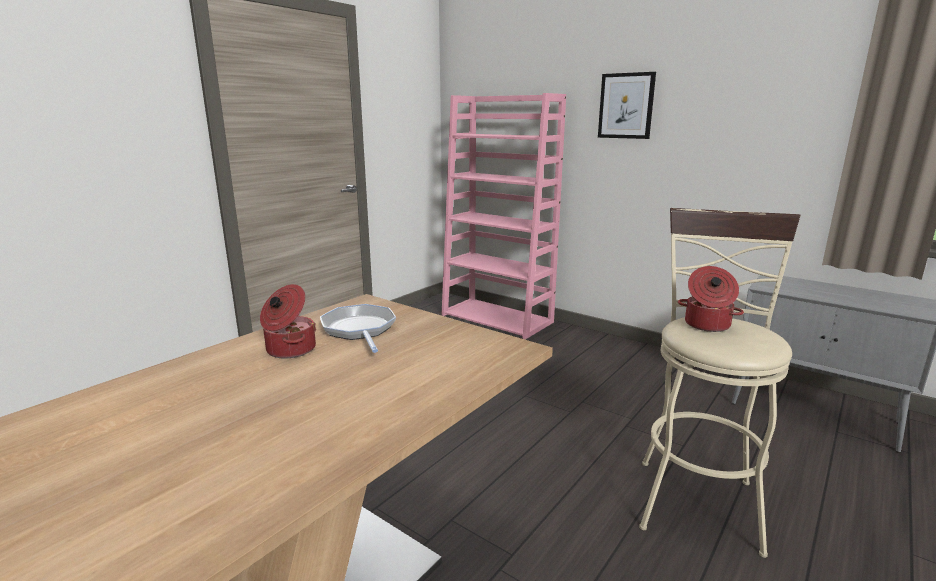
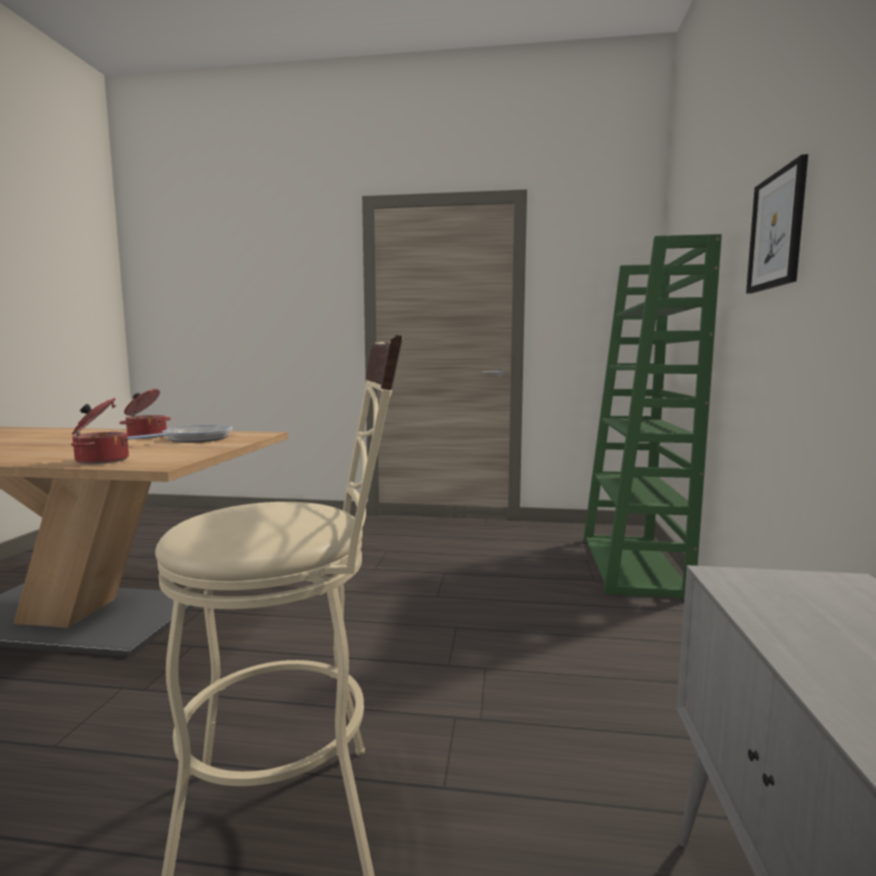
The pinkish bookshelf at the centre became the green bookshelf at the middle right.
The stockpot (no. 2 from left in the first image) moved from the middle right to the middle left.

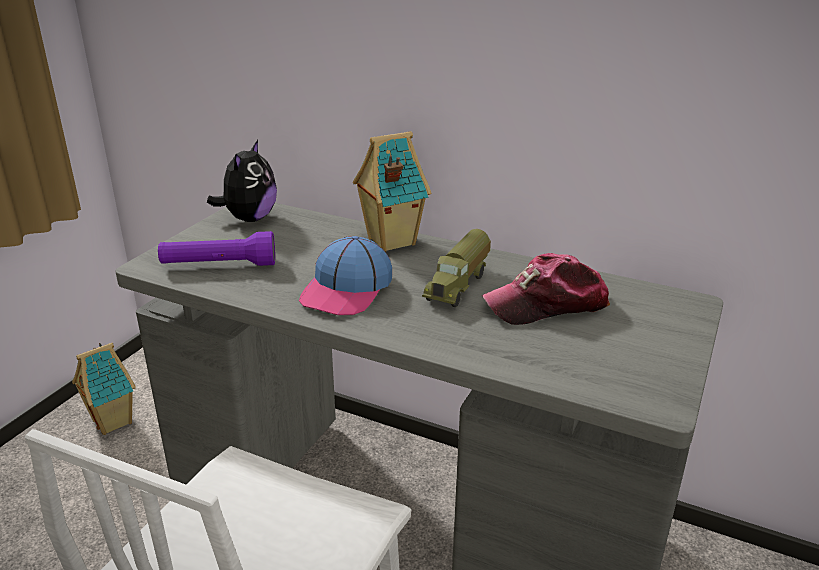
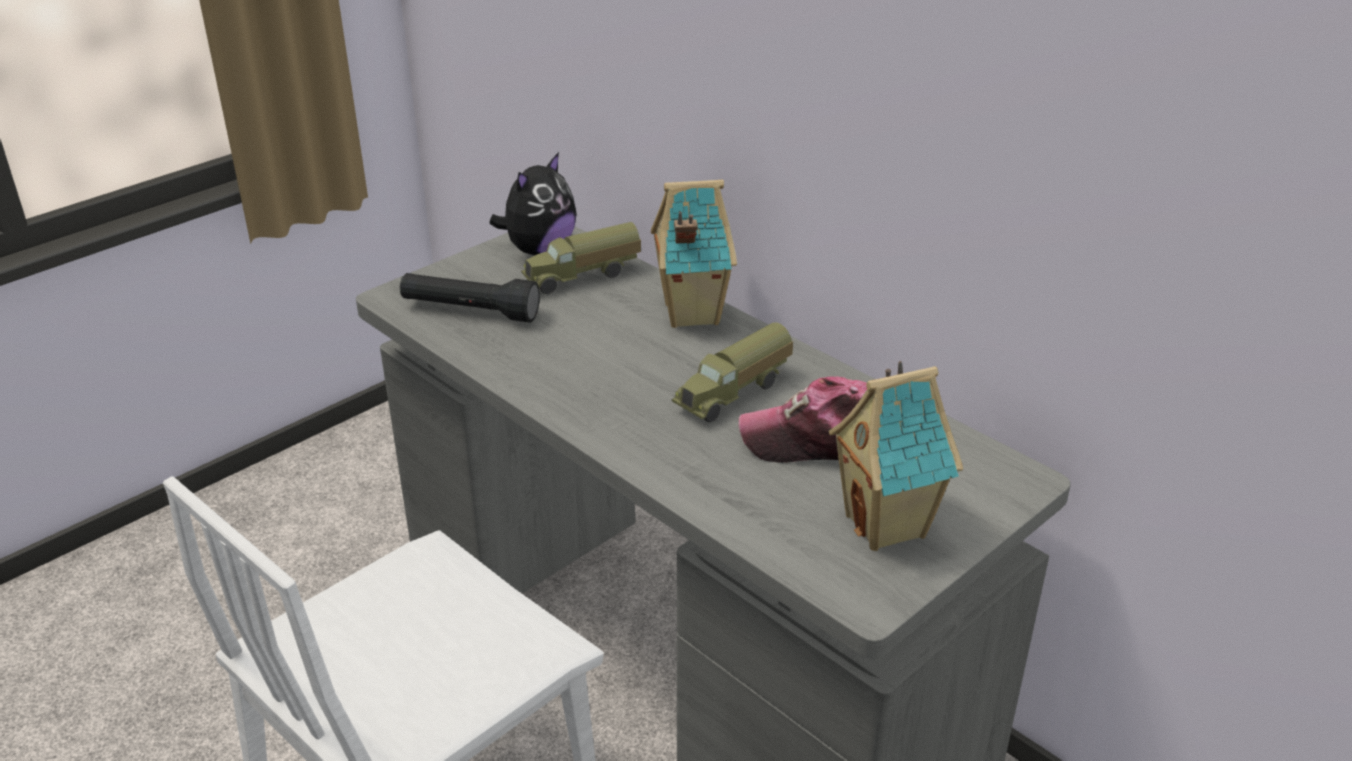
The purplish hand torch at the middle left became the black-coloured hand torch at the centre.
The peaked cap (no. 1 from left) at the centre disappeared.
The miniature house (no. 1 from left in the first image) moved from the bottom left to the centre.
The toy truck (no. 1 from left) at the centre appeared.

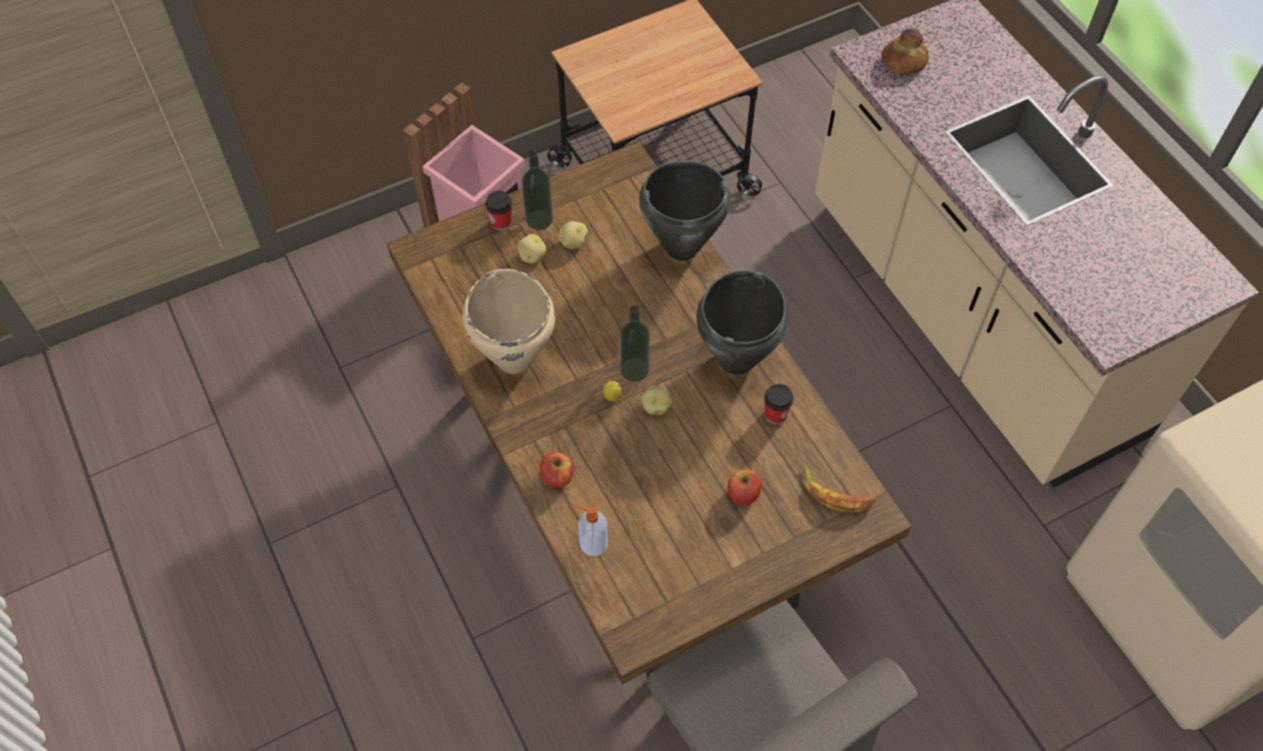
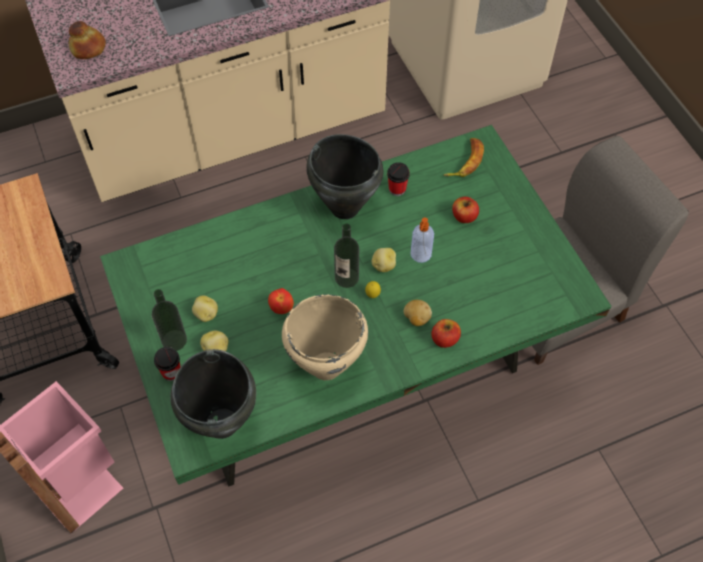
The brown kitchen table at the centre became the green kitchen table at the centre.
The black-coloured stockpot (no. 1 from left) moved from the top centre to the bottom left.
The liquid soap bottle moved from the bottom centre to the centre.
The whole apple (no. 1 from left) at the centre appeared.
The spud (no. 4 from left) at the centre appeared.

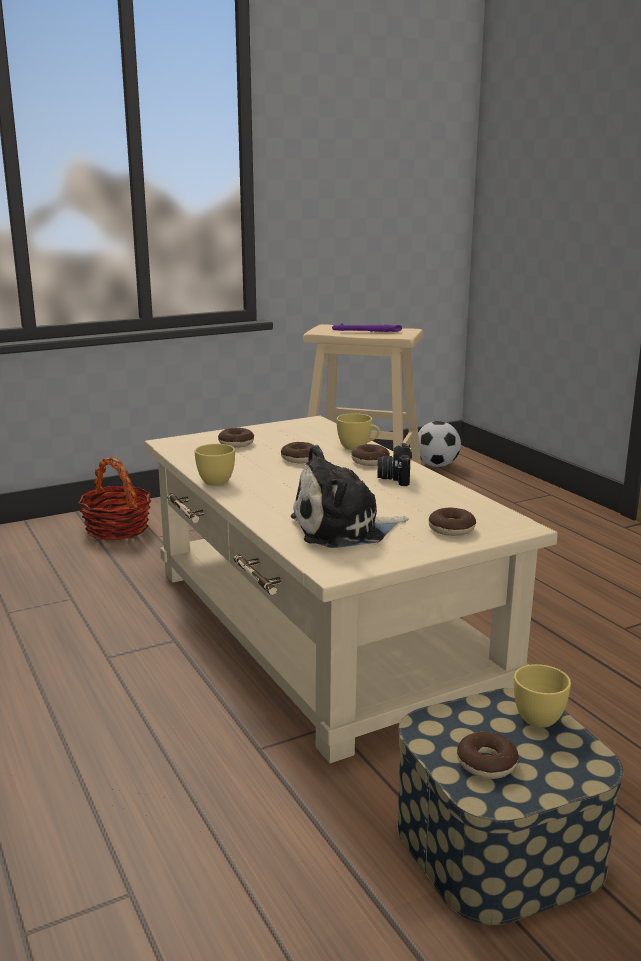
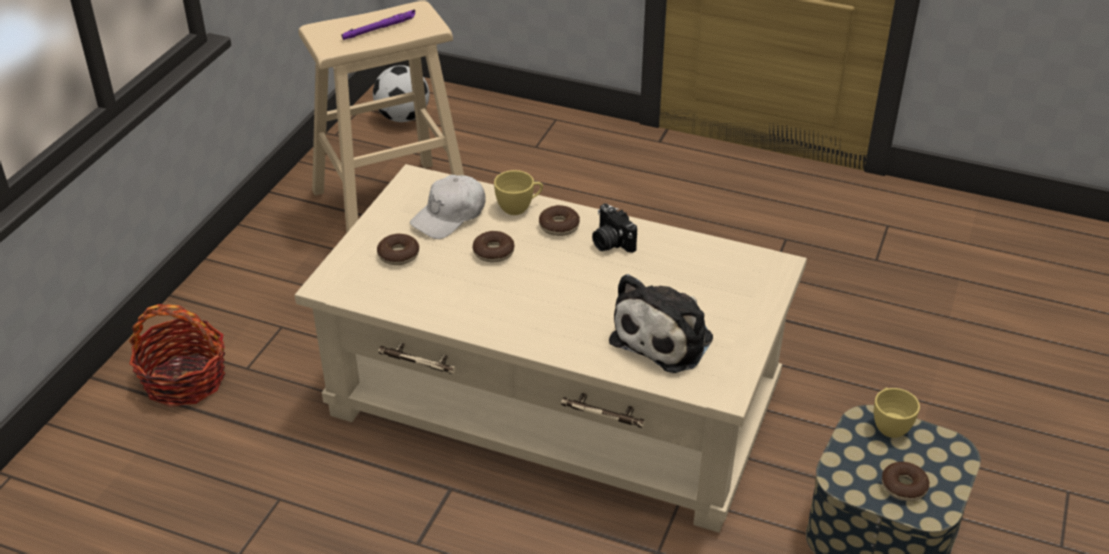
The yellow-coloured cup (no. 1 from left) at the centre disappeared.
The ring doughnut (no. 4 from left) at the middle right disappeared.
The white-coloured peaked cap at the centre appeared.

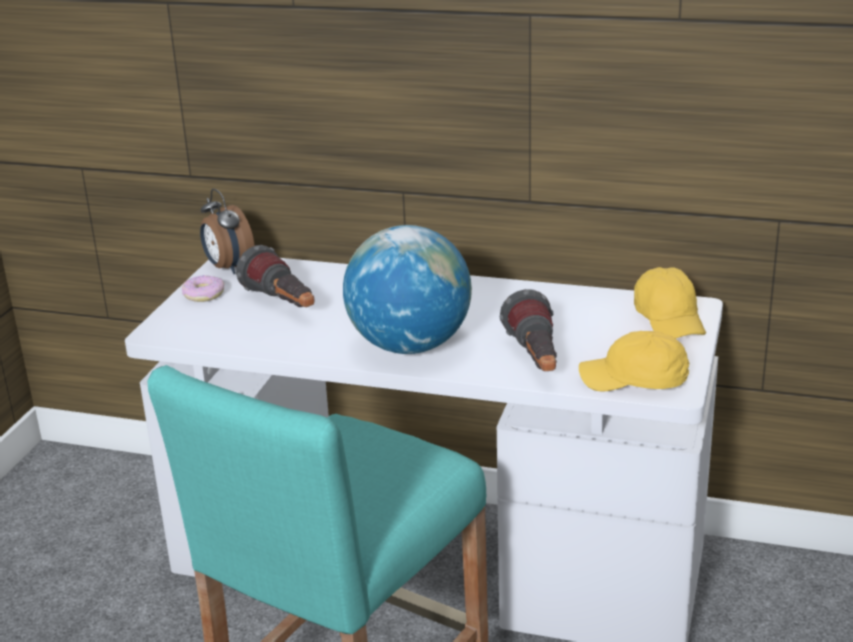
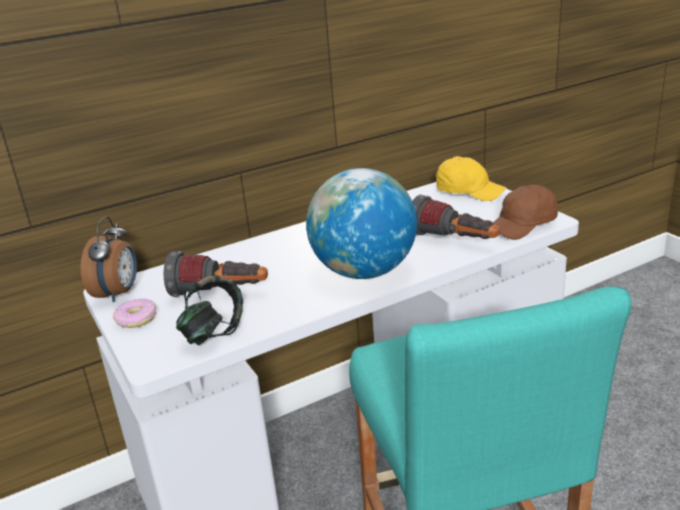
The table clock at the middle left turned 90 degrees counterclockwise.
The yellow-coloured peaked cap (no. 1 from left) at the middle right became the brown peaked cap at the middle right.
The headset at the middle left appeared.

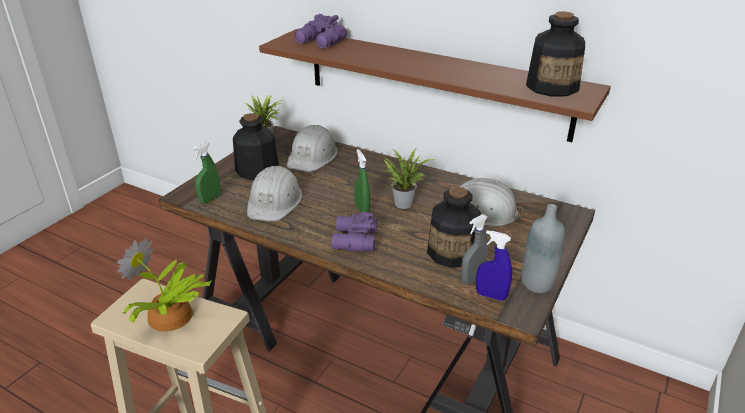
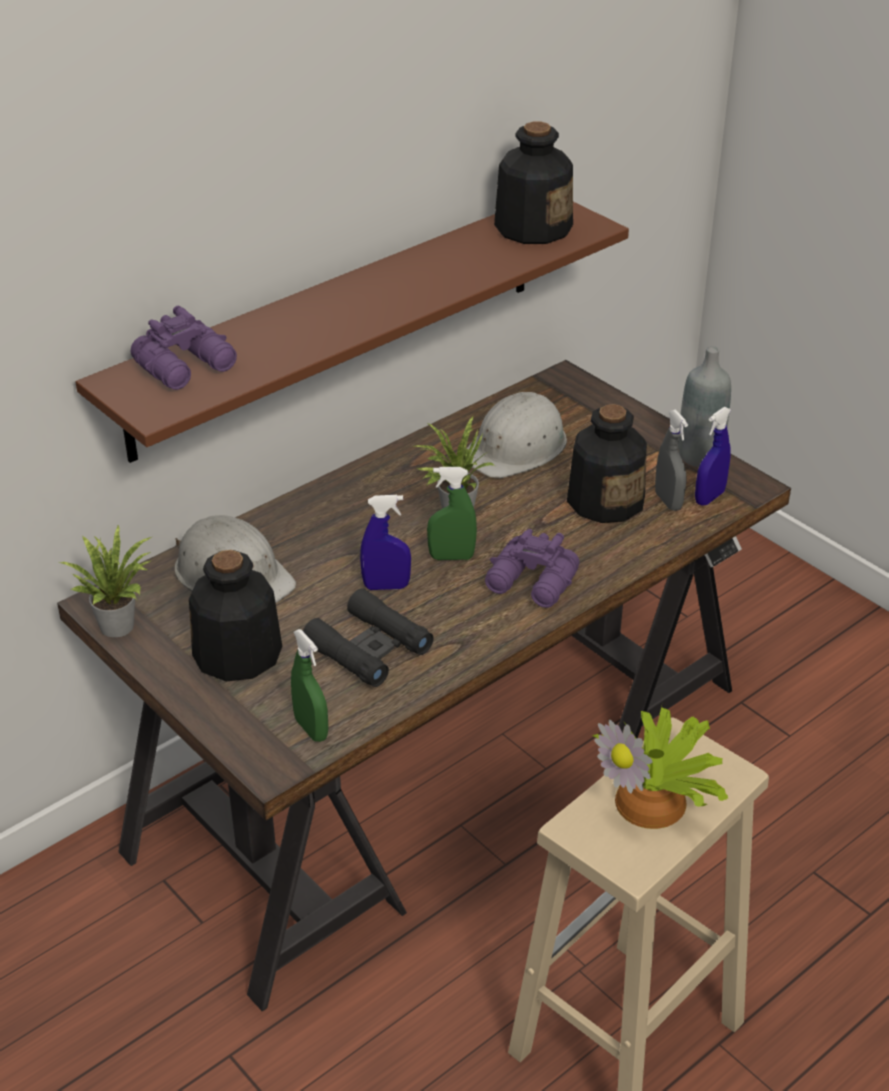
The white-coloured work helmet (no. 1 from left) at the centre was replaced by the black-coloured field glasses at the centre.
The bluish sprayer (no. 1 from left) at the centre appeared.

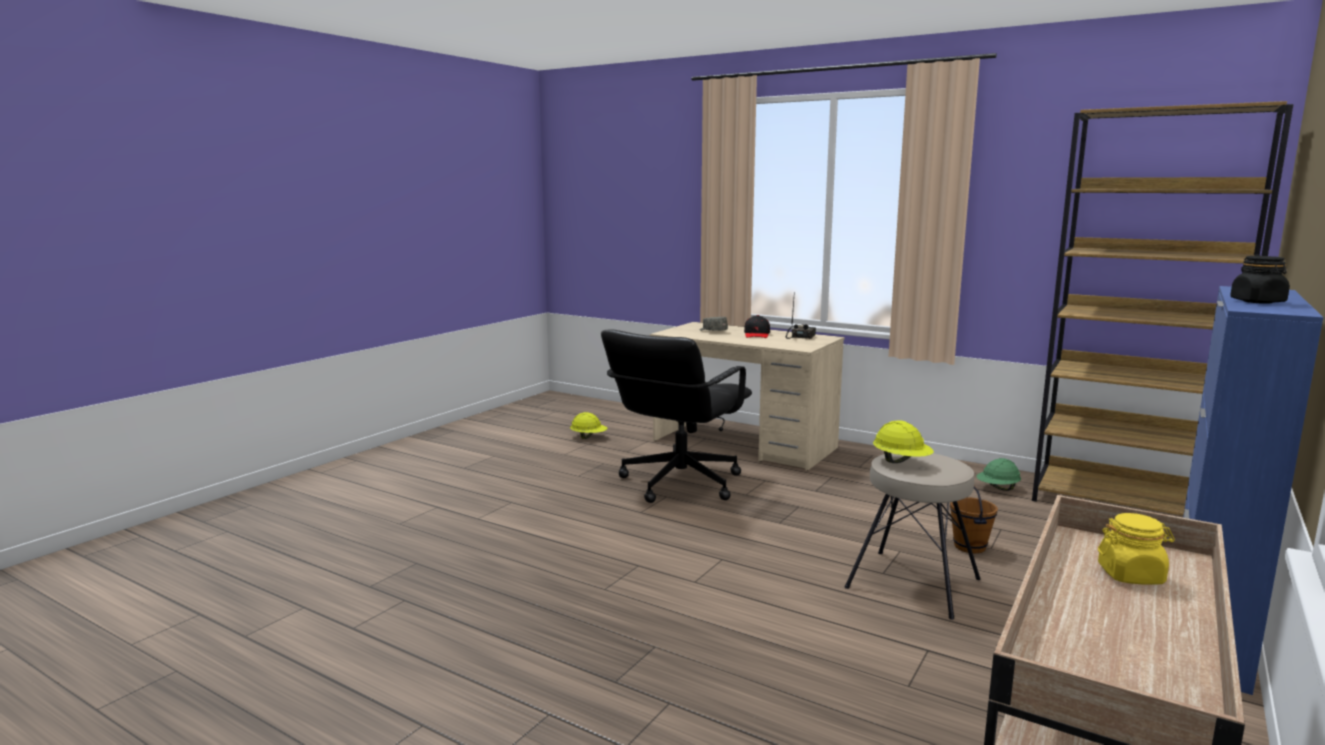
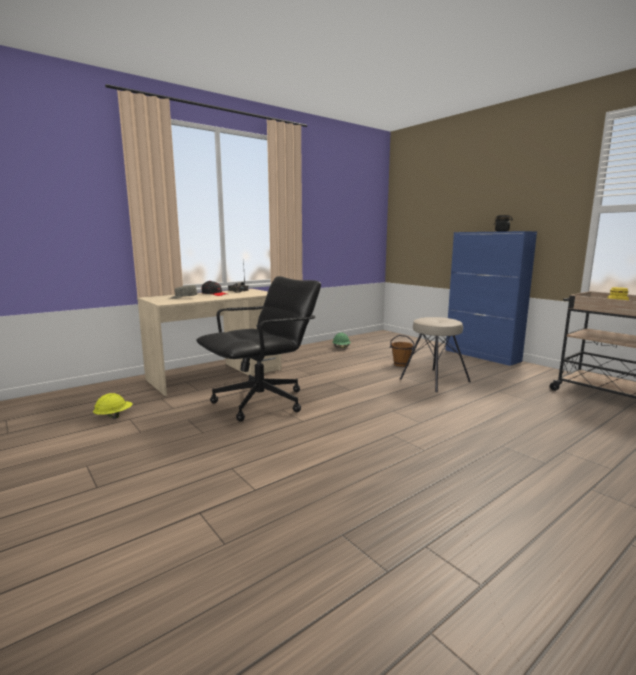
The brown bookshelf at the middle right disappeared.
The black-coloured desk chair at the centre turned 90 degrees counterclockwise.
The yellow-coloured work helmet (no. 2 from left) at the middle right disappeared.

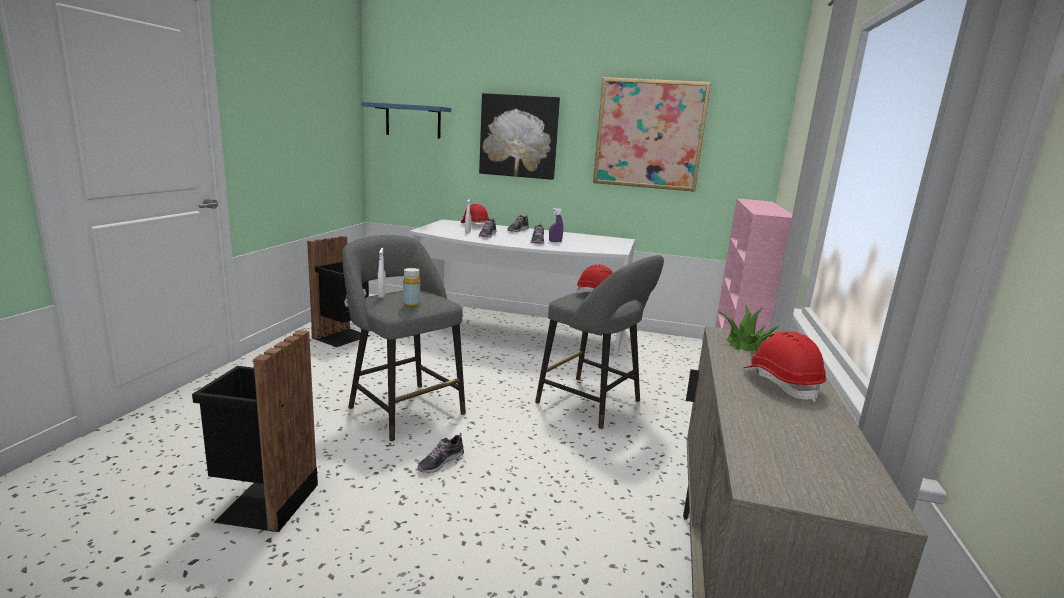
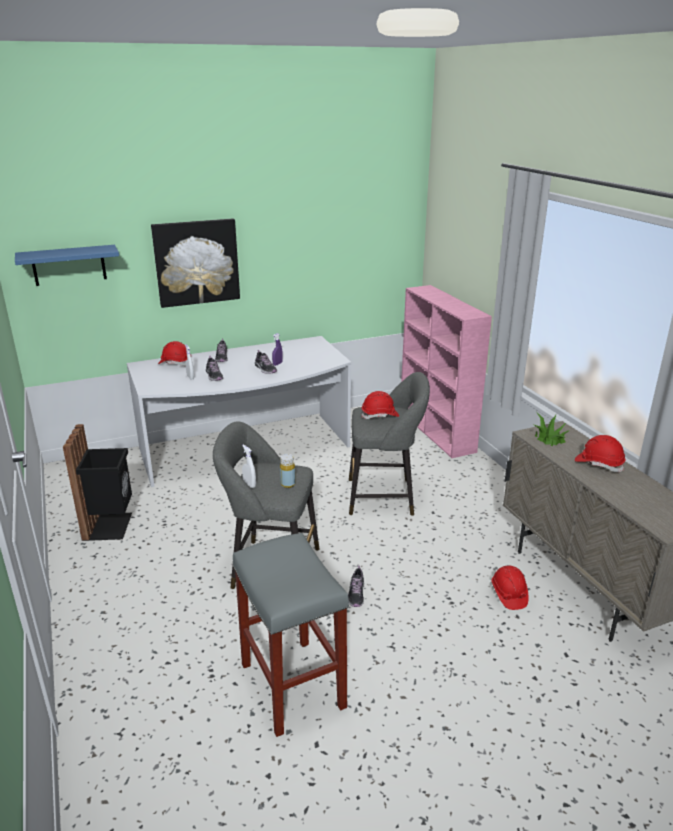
The picture (no. 2 from left) at the top centre disappeared.
The black-coloured rubbish bin (no. 1 from left) at the bottom left was replaced by the gray stool (no. 2 from left) at the bottom centre.
The reddish work helmet (no. 3 from left) at the bottom right appeared.

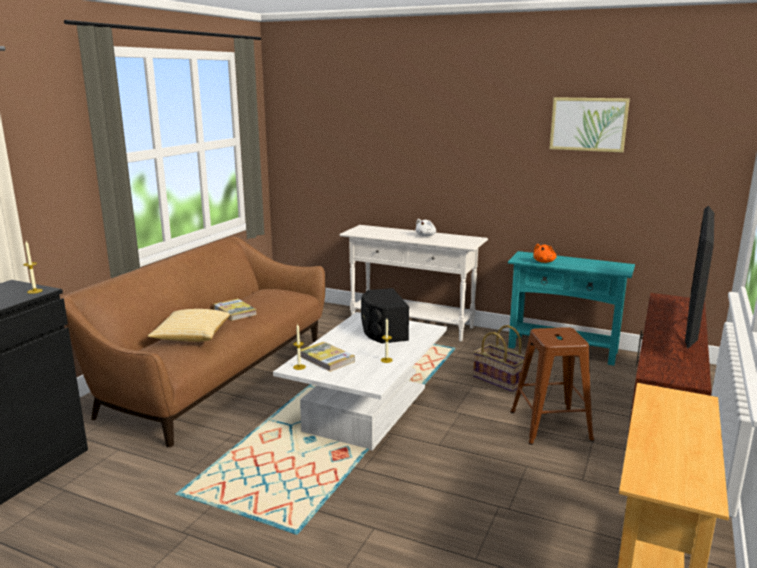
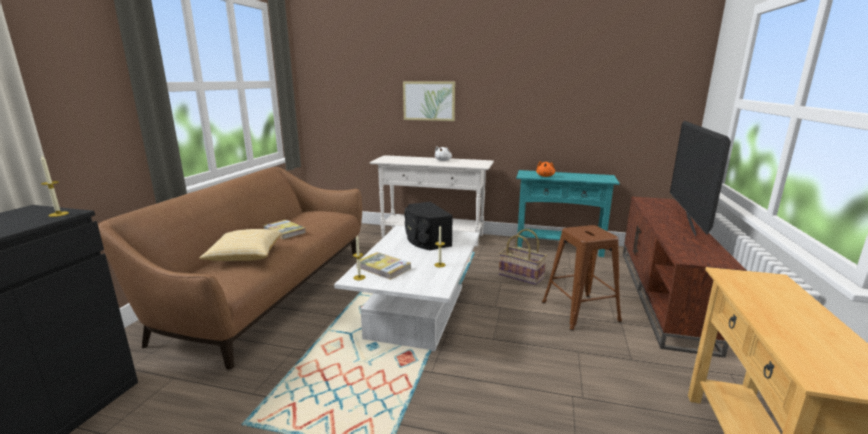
The picture moved from the top right to the top centre.

